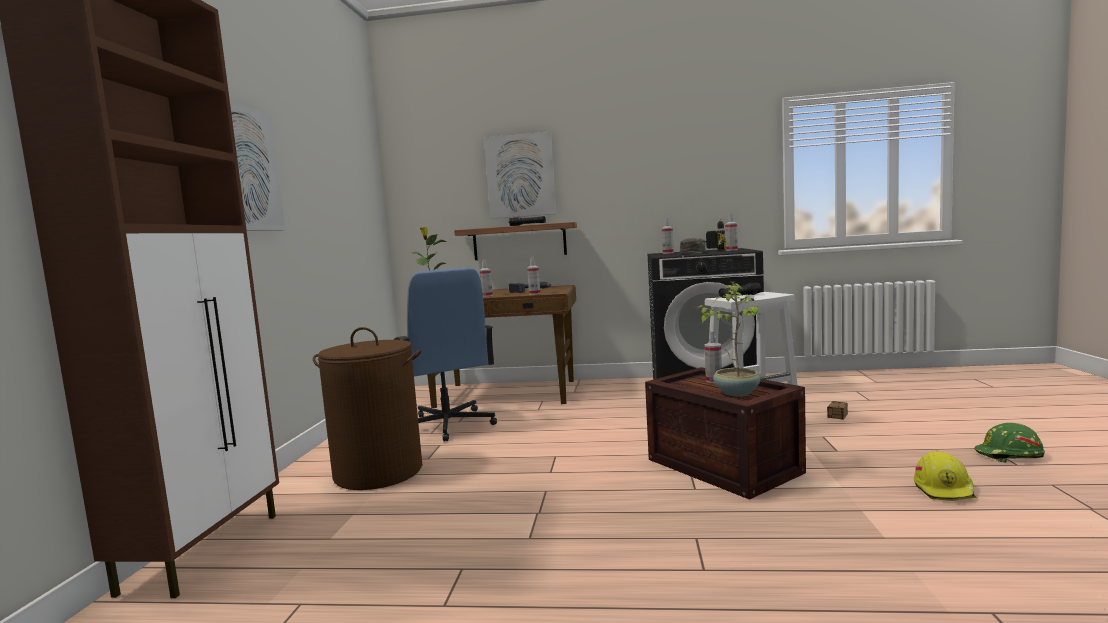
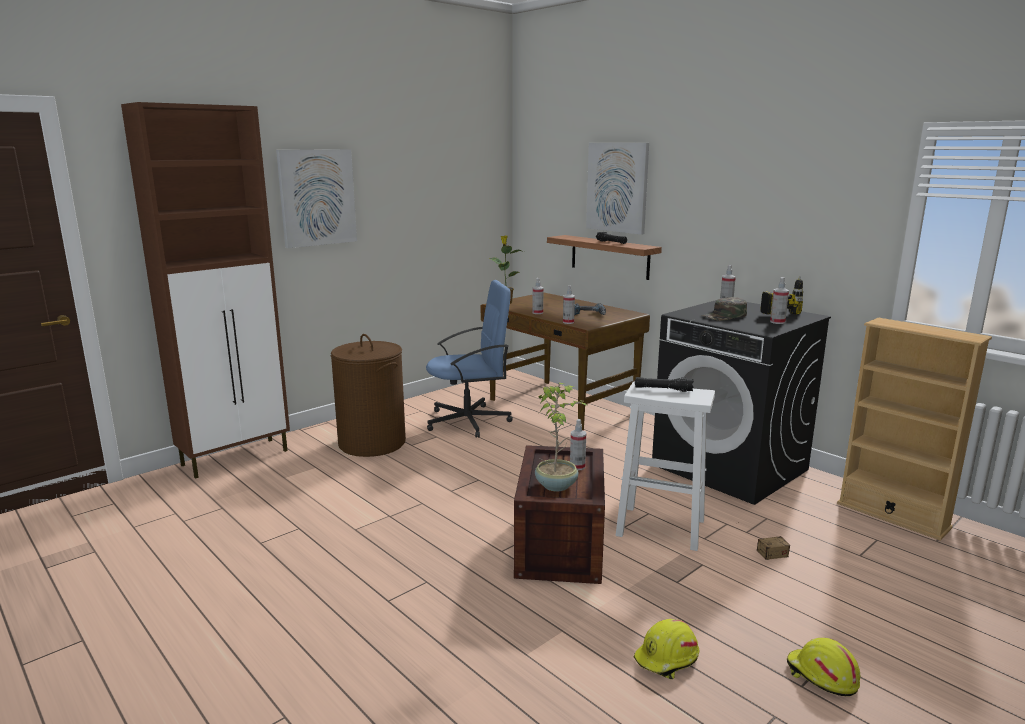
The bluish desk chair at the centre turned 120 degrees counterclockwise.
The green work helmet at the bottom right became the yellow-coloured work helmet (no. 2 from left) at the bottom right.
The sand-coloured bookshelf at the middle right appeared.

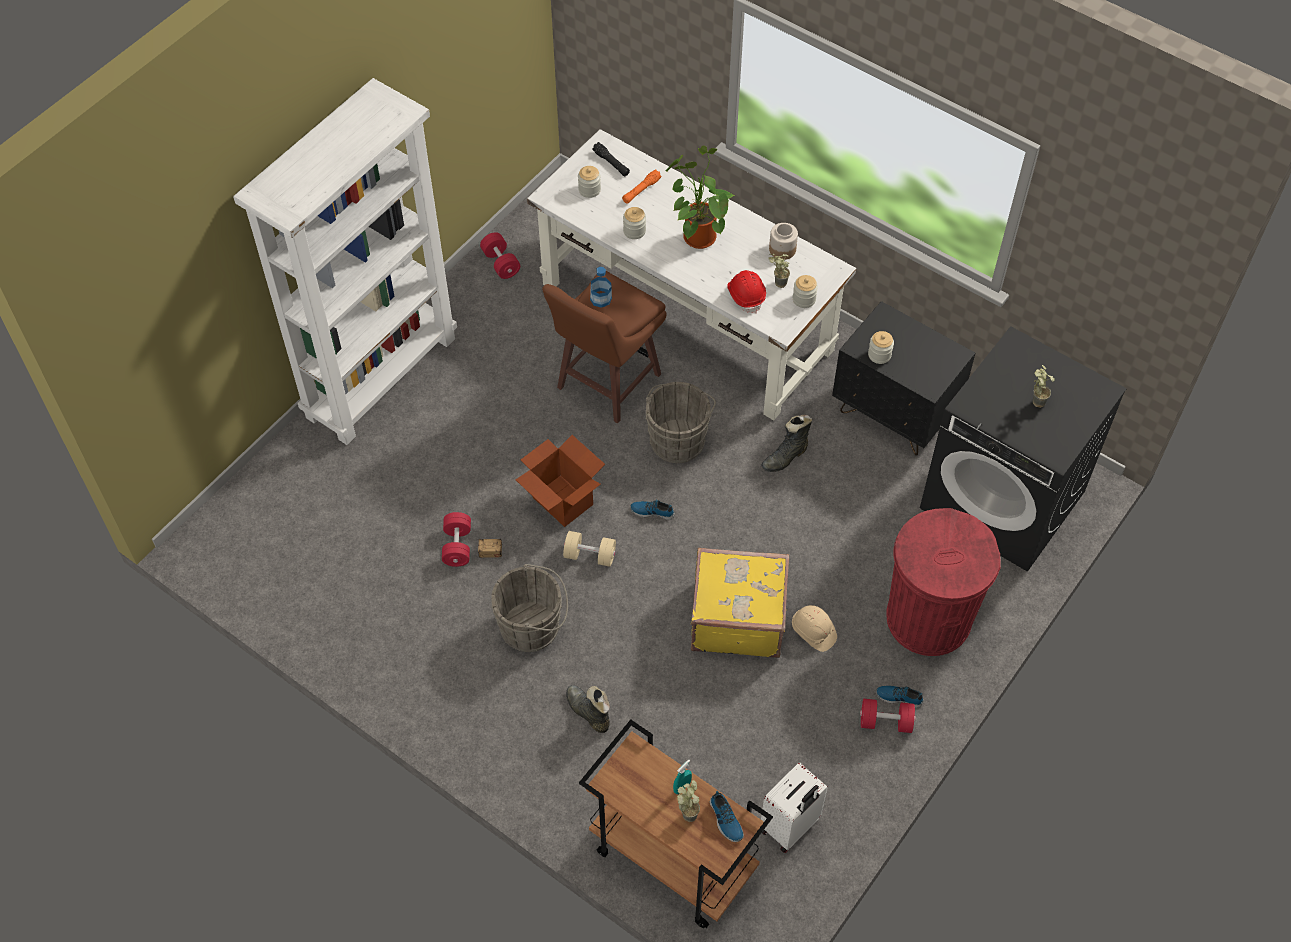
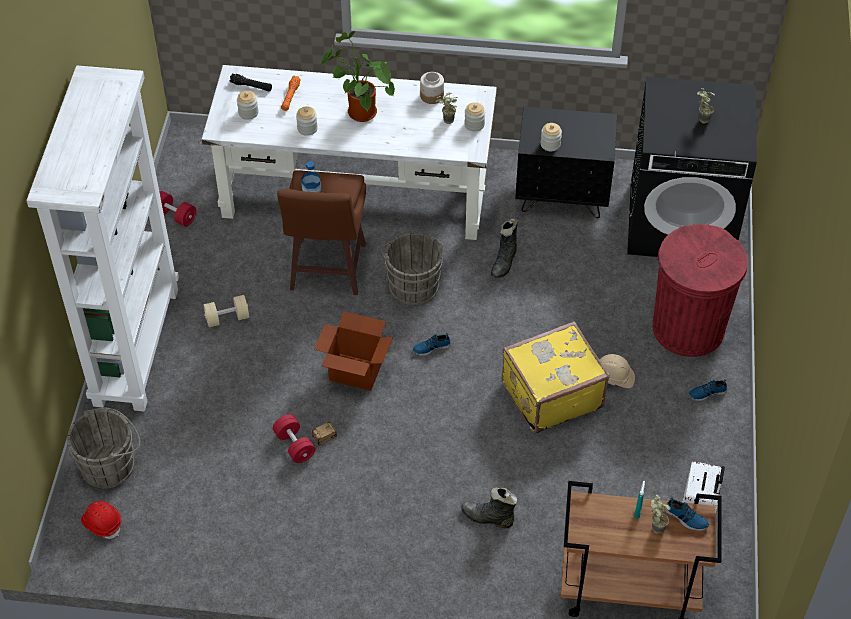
The reddish work helmet moved from the top centre to the bottom left.
The sand-coloured hand weight moved from the centre to the middle left.
The gray water bucket (no. 1 from left) moved from the centre to the bottom left.
The reddish hand weight (no. 3 from left) at the bottom right disappeared.

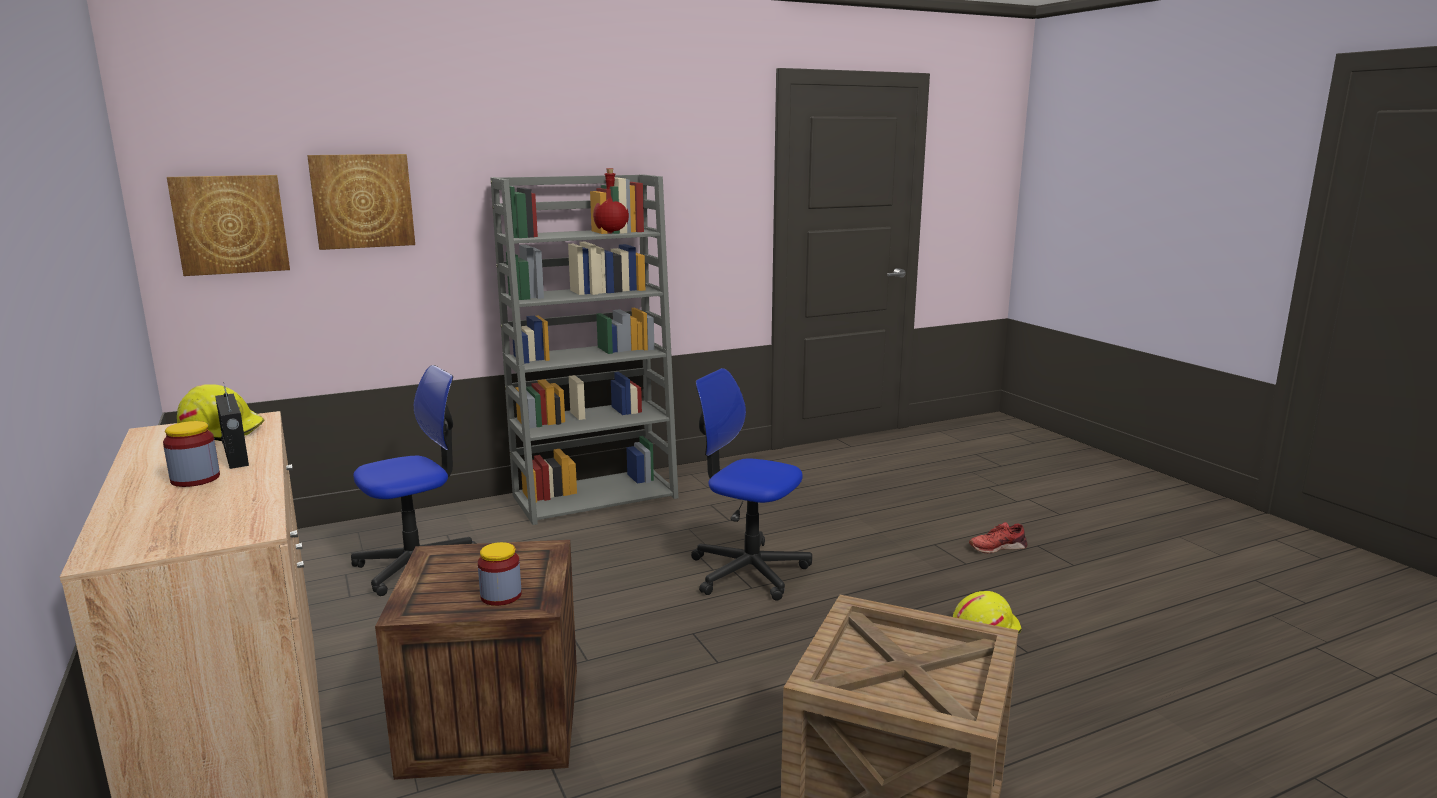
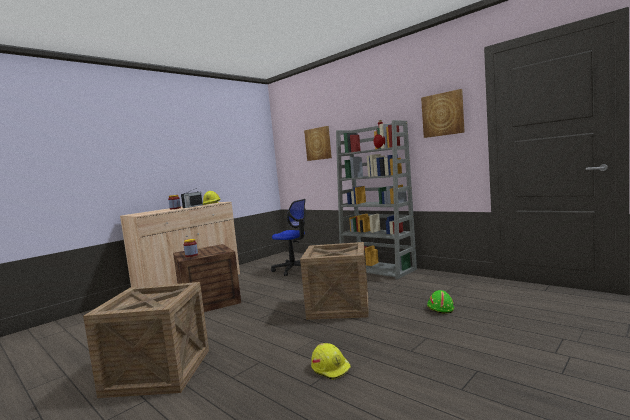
The picture (no. 1 from left in the first image) moved from the top left to the top right.
The desk chair (no. 2 from left) at the centre was replaced by the crate (no. 3 from left) at the bottom centre.
The reddish item of footwear at the bottom right disappeared.
The green work helmet at the bottom right appeared.

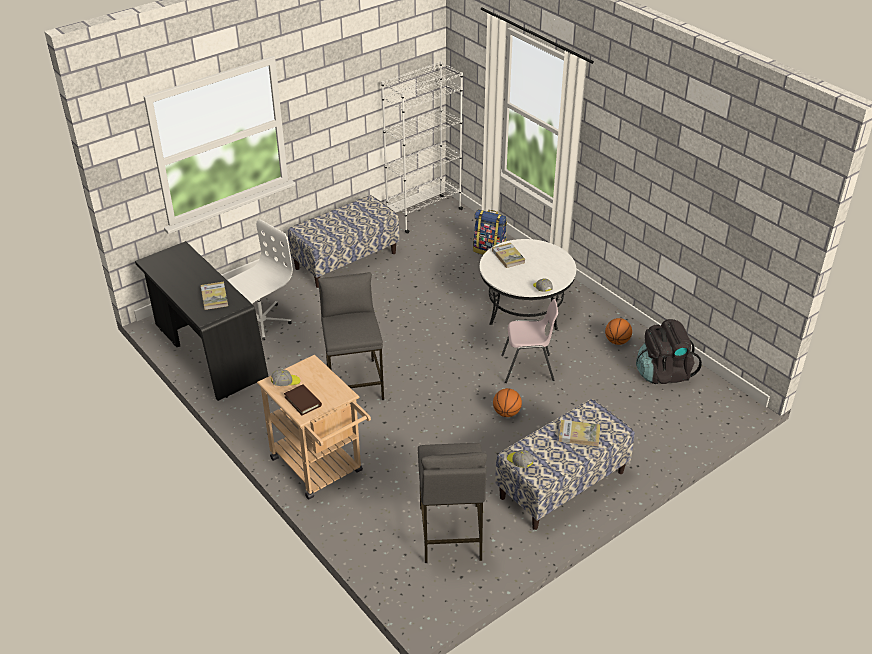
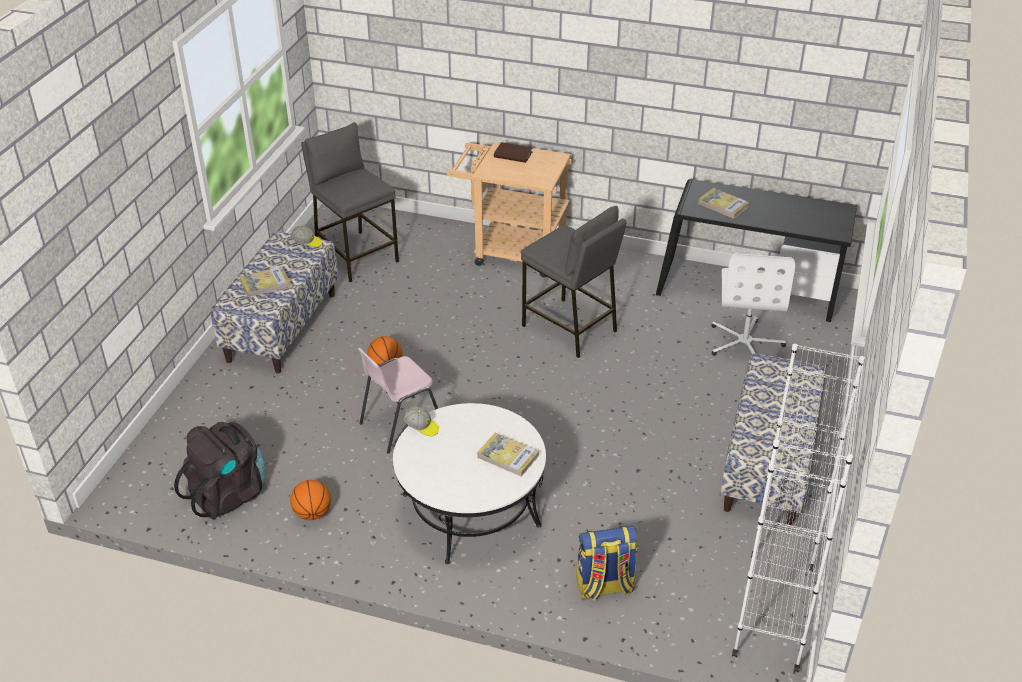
The peaked cap (no. 1 from left) at the middle left disappeared.

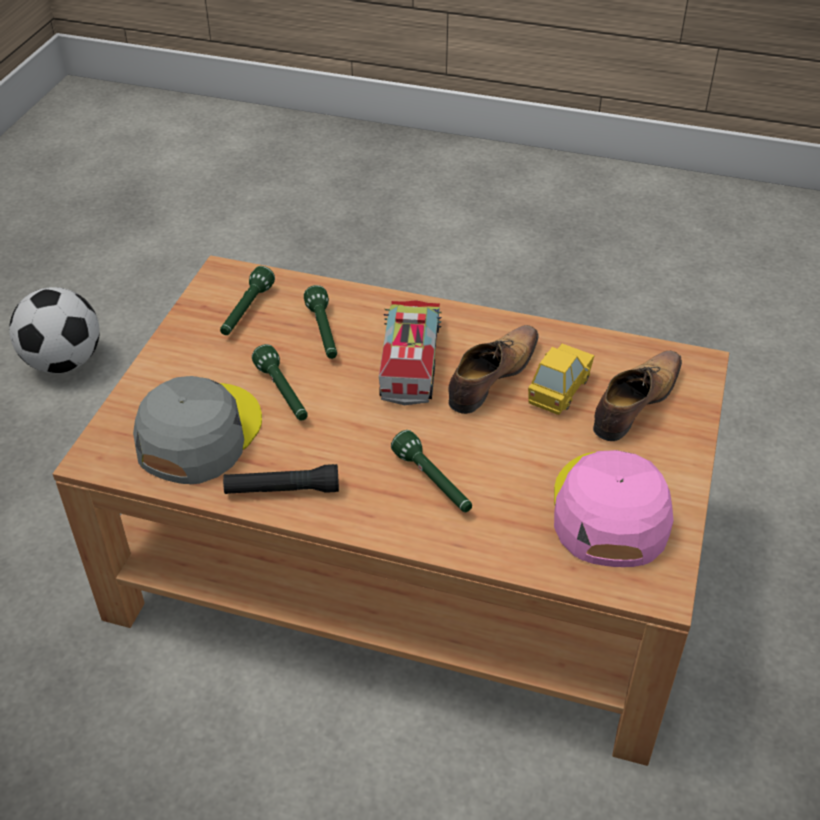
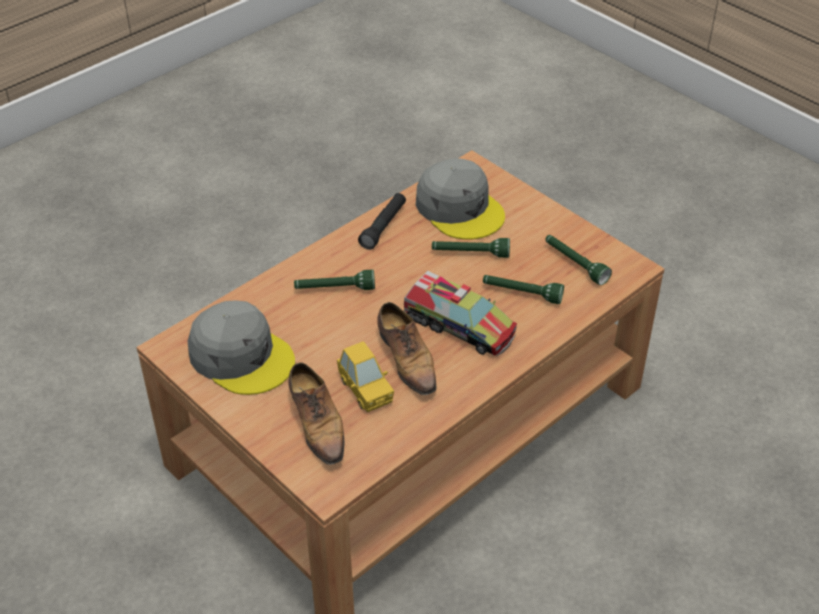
The football ball at the middle left disappeared.
The pinkish peaked cap at the middle right became the gray peaked cap (no. 1 from left) at the middle left.

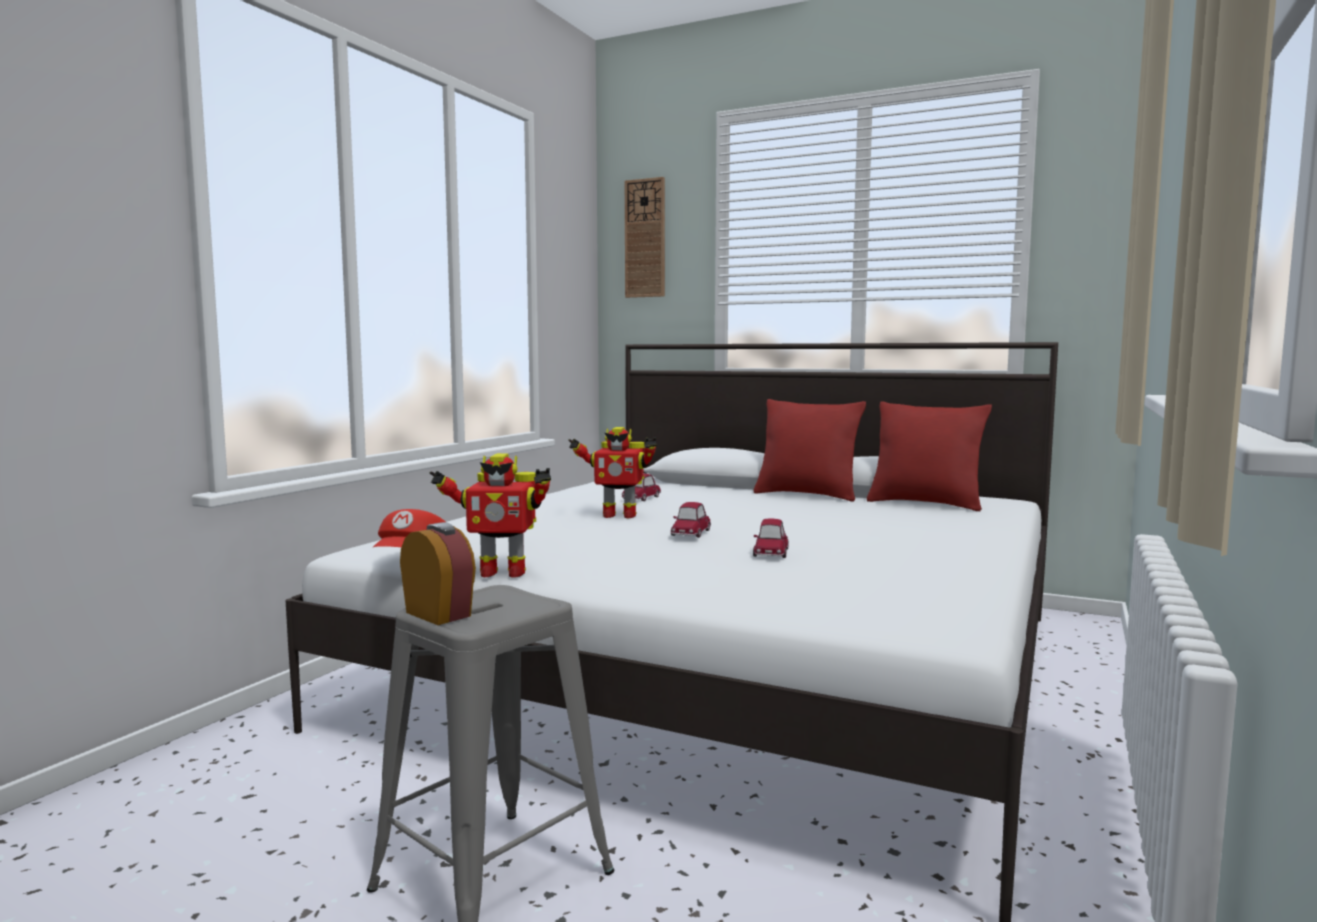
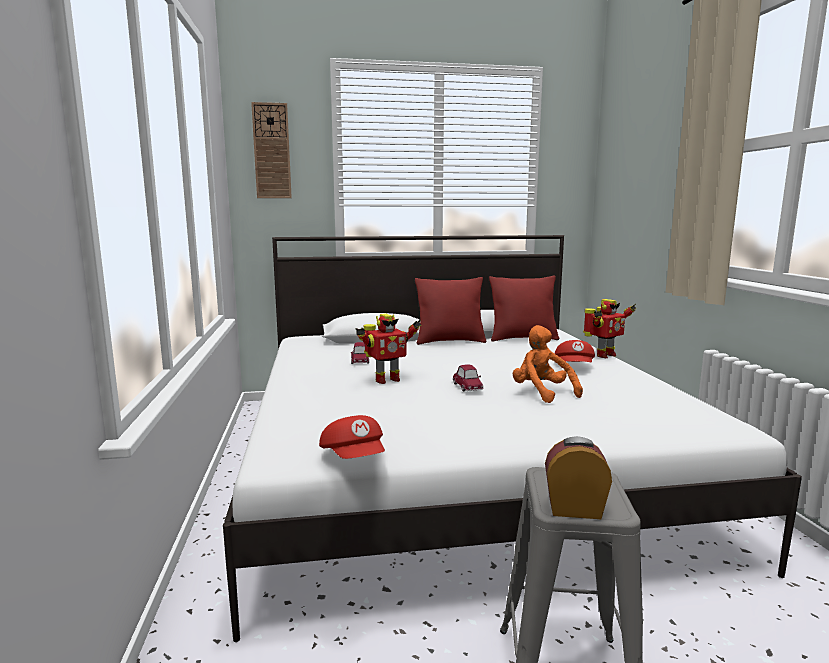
The model robot (no. 1 from left in the first image) moved from the centre to the middle right.
The toy car (no. 3 from left) at the centre was replaced by the orangey soft toy at the centre.
The reddish peaked cap (no. 2 from left) at the middle right appeared.

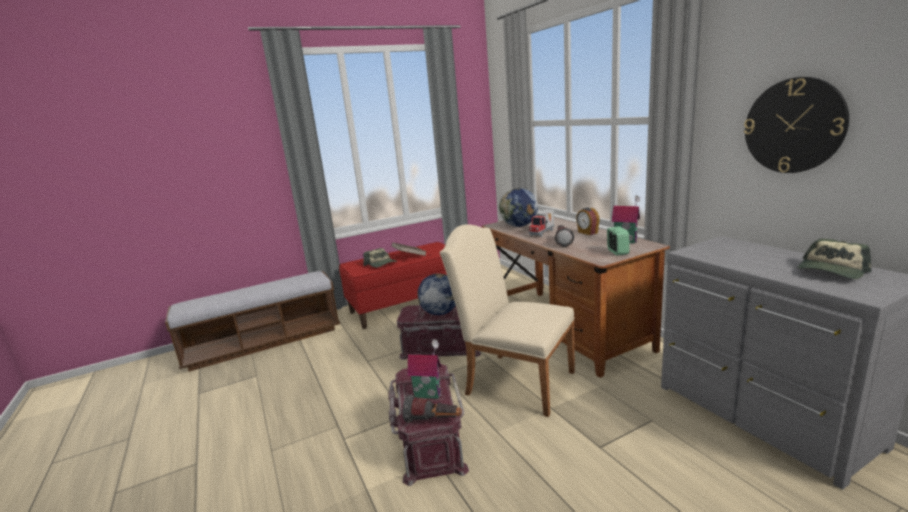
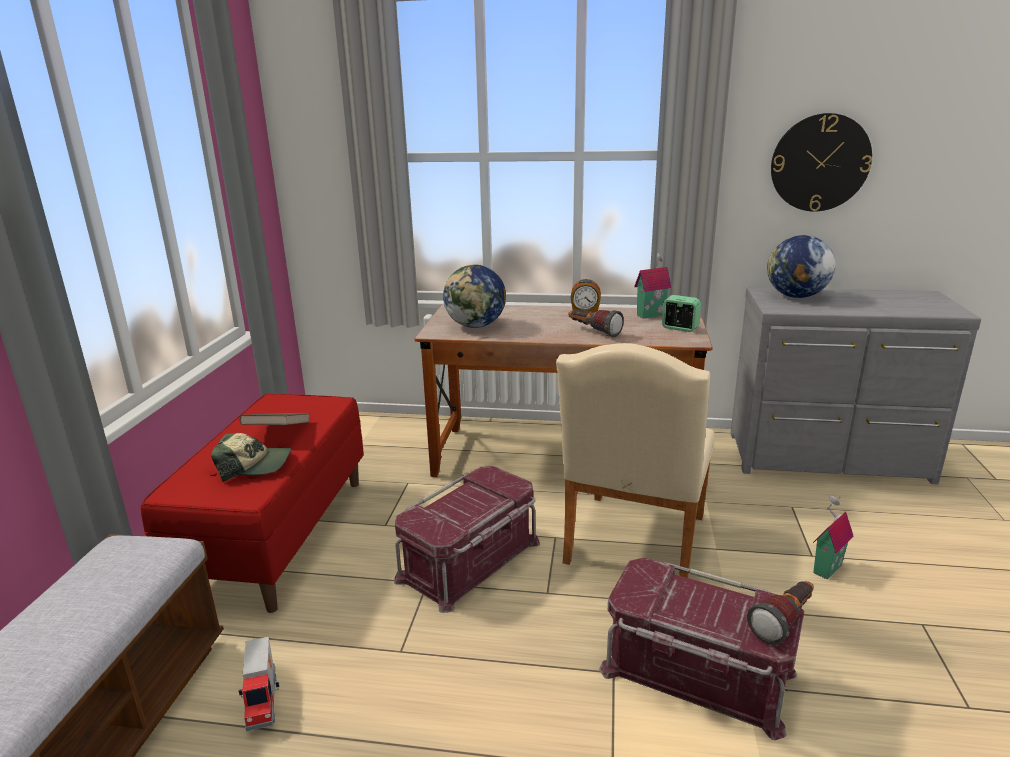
The toy truck moved from the centre to the bottom left.
The sand-coloured plain chair at the centre turned 45 degrees counterclockwise.
The peaked cap (no. 2 from left) at the middle right disappeared.
The desk globe (no. 1 from left in the first image) moved from the centre to the middle right.
The miniature house (no. 1 from left in the first image) moved from the bottom centre to the bottom right.

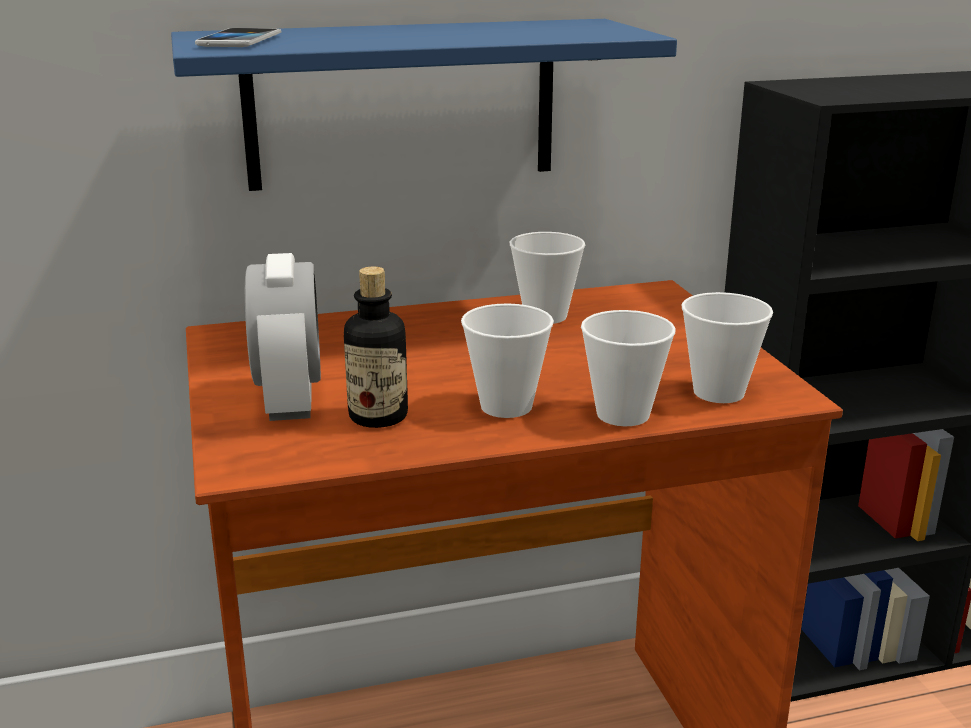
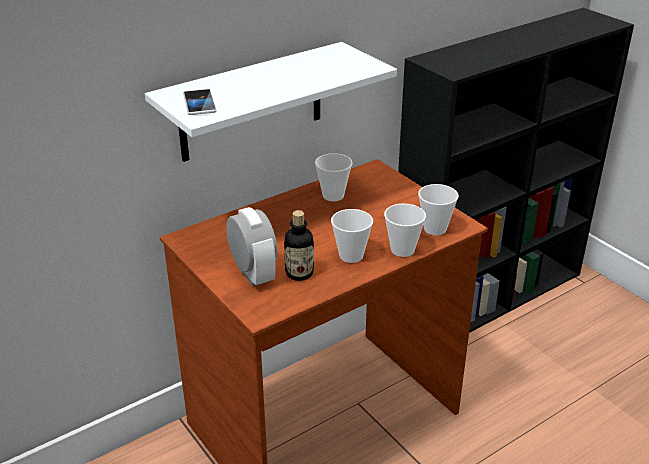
The bluish shelf at the top centre became the white-coloured shelf at the top centre.

